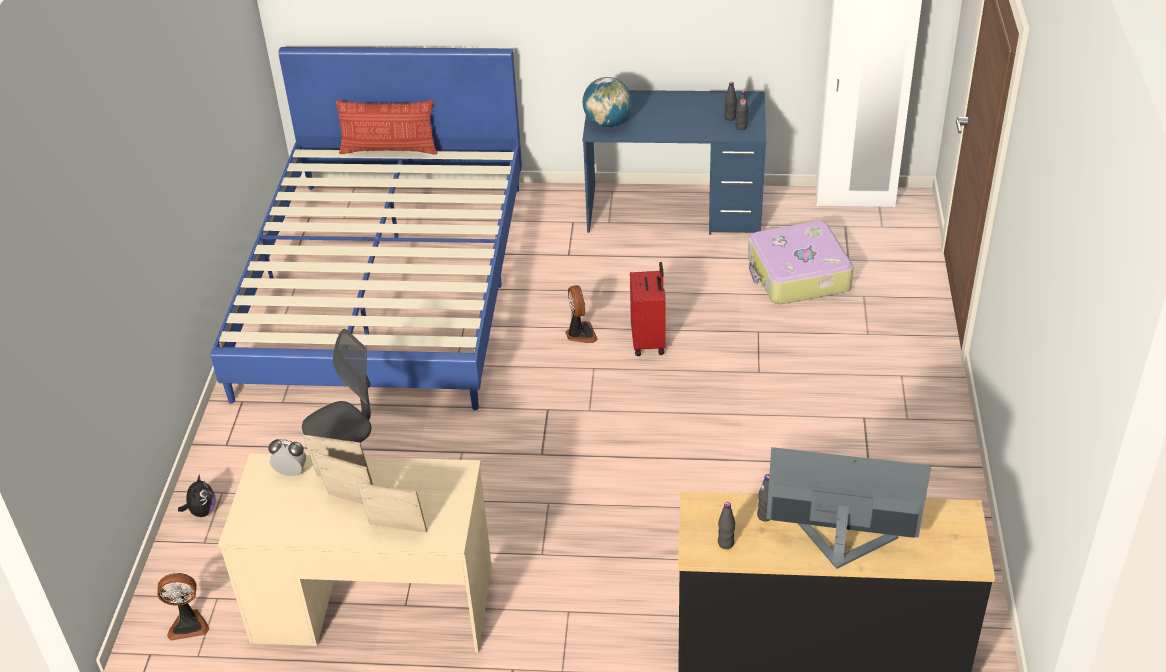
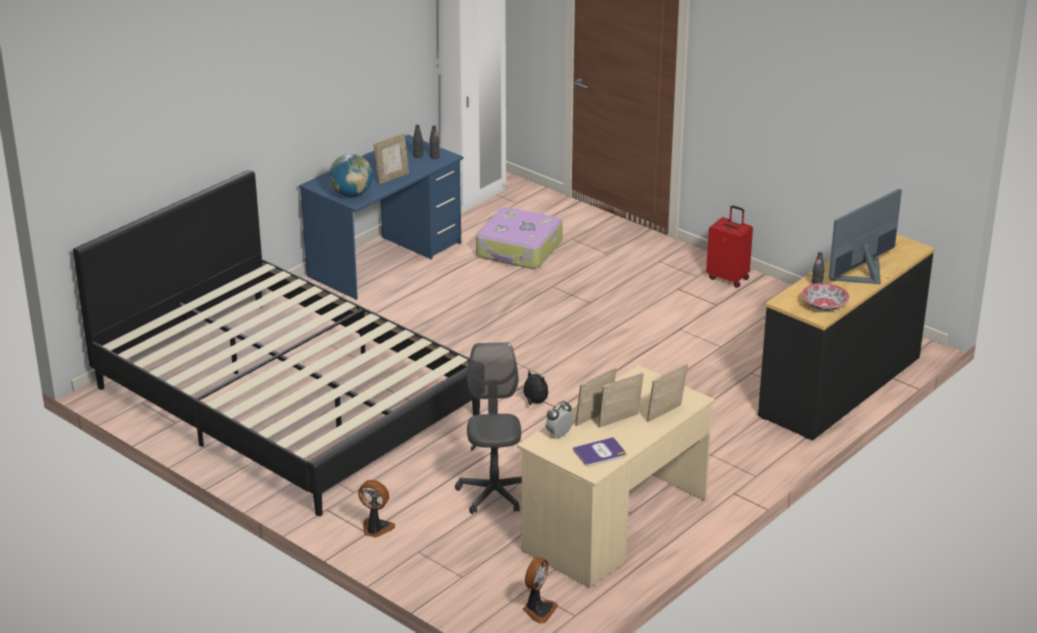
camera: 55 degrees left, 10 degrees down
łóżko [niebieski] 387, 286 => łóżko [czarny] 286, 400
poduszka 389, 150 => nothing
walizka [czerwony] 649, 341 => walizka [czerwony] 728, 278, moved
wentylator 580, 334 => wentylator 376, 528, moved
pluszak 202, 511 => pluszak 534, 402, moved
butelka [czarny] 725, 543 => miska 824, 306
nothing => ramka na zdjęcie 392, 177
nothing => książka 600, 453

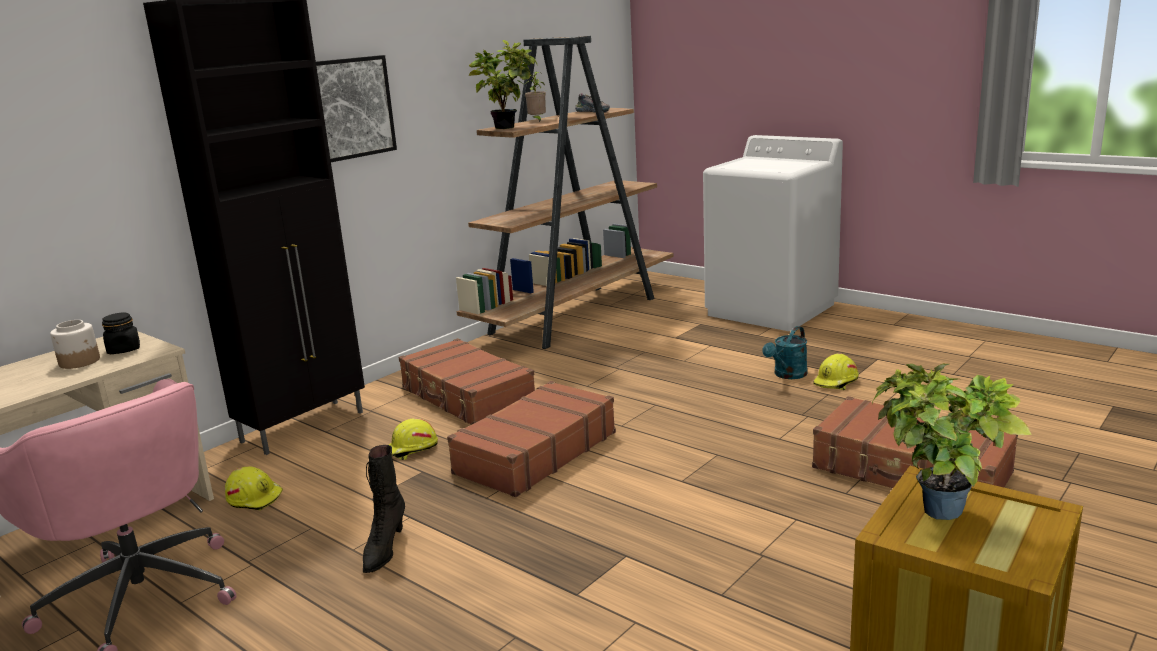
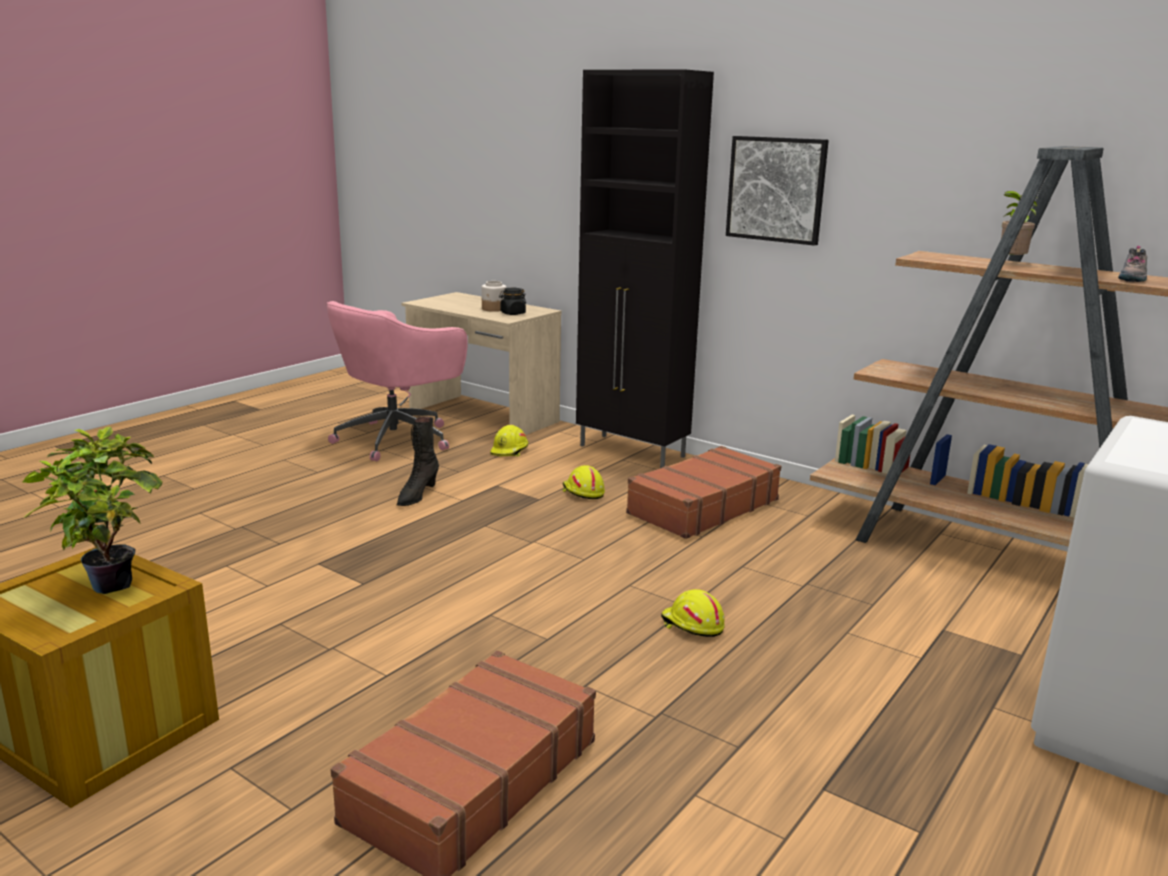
camera: 85 degrees right, 0 degrees up
roślina doniczkowa 509, 128 => nothing
konewka [turkusowy] 787, 375 => nothing
kask [żółty] 836, 382 => kask [żółty] 692, 625, moved
walizka [brązowy] 535, 453 => nothing
but z cholewką [czarny] 384, 549 => but z cholewką [czarny] 417, 496, 75 degrees counterclockwise

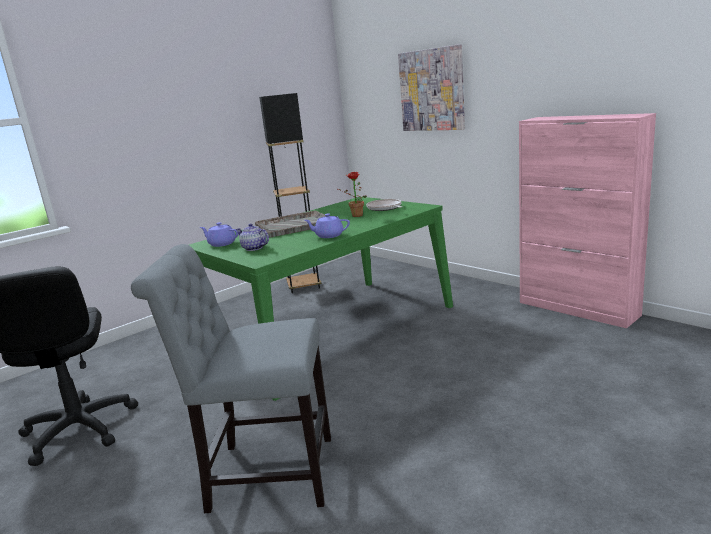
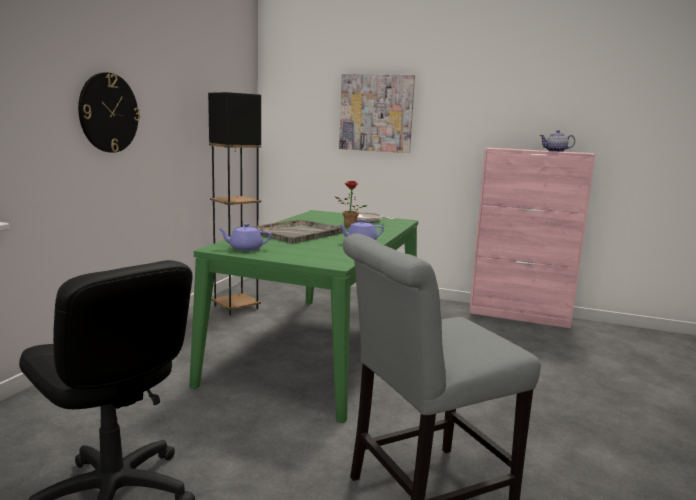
camera: 30 degrees left, 5 degrees down
imbryk 253, 248 => imbryk 555, 151, moved
nothing => zegar ścienny 108, 113

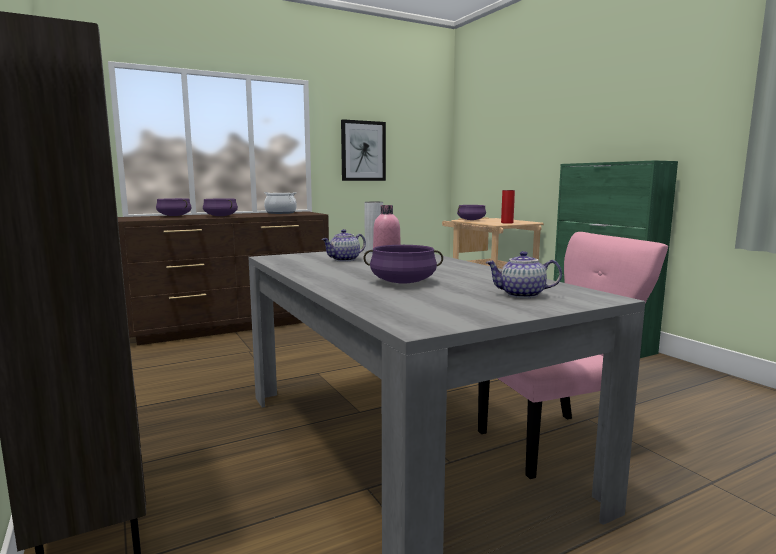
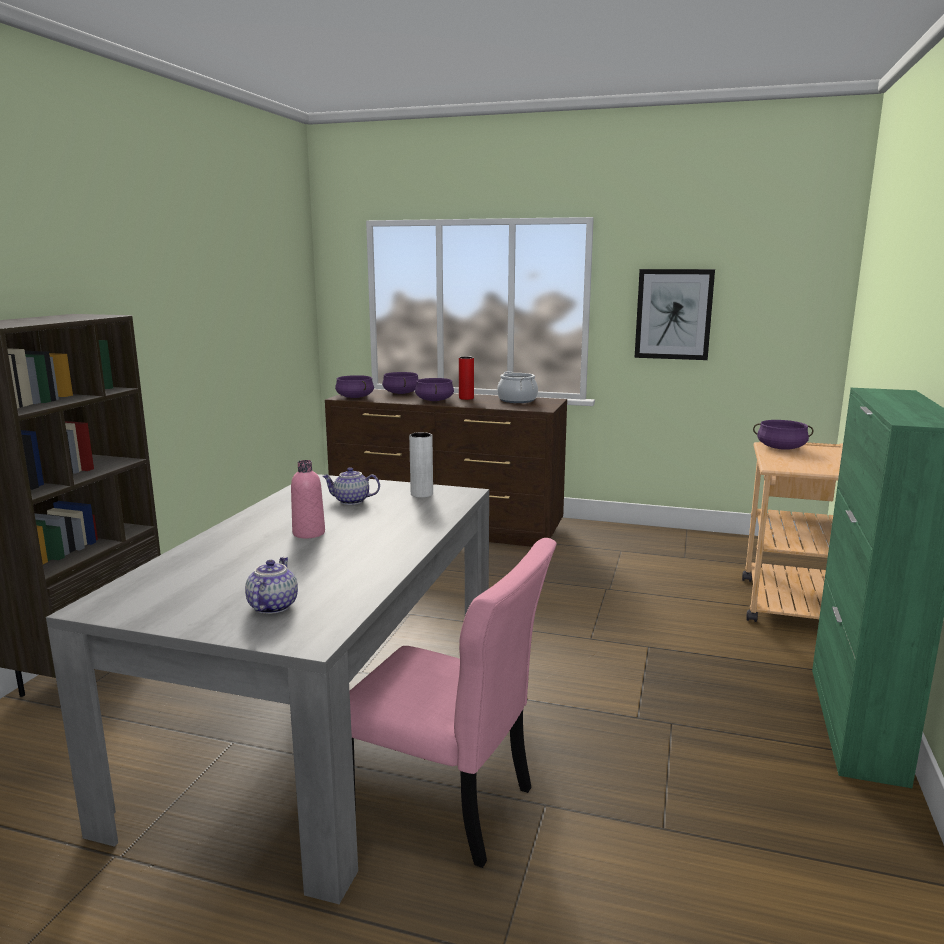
camera: 45 degrees right, 5 degrees up
wazon [czerwony] 507, 223 => wazon [czerwony] 466, 398, moved
garnek [fioletowy] 402, 282 => garnek [fioletowy] 354, 397, moved
imbryk 521, 295 => imbryk 272, 606, 45 degrees clockwise

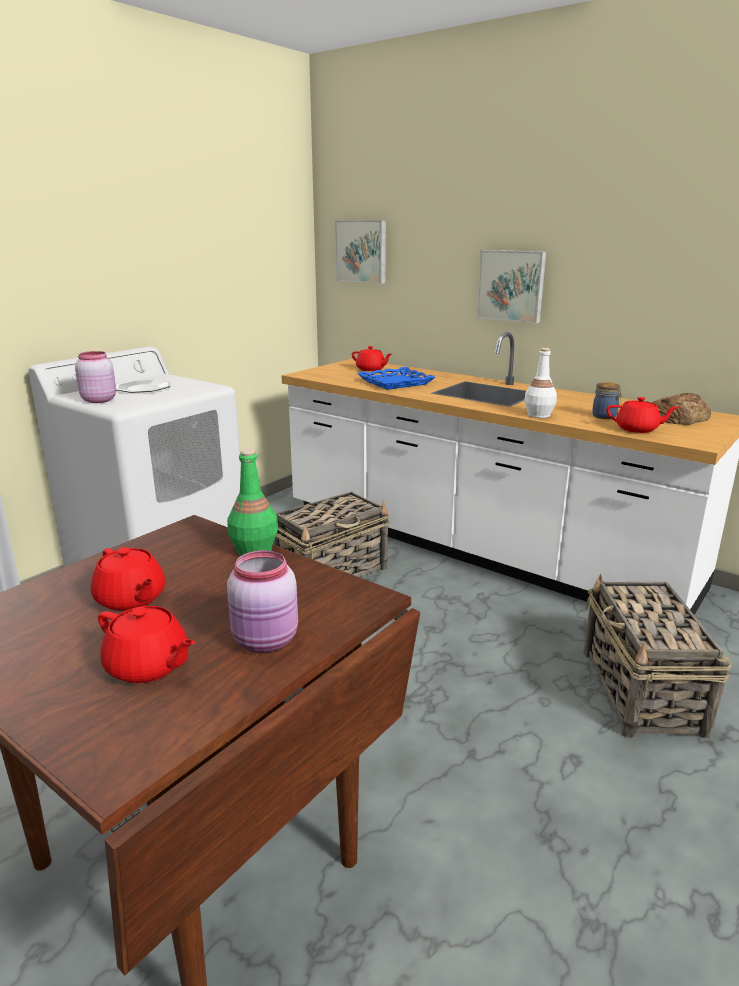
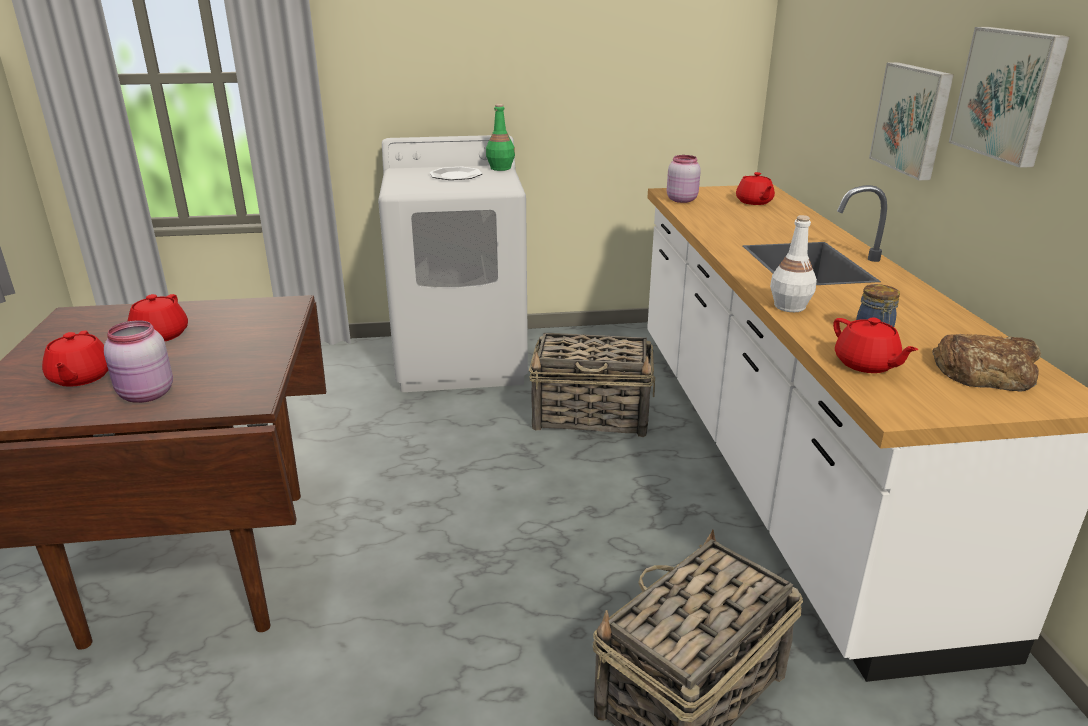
camera: 45 degrees right, 5 degrees up
obraz 362, 251 => obraz 1010, 94, moved
słoik [różowy] 98, 400 => słoik [różowy] 681, 199, moved
taca [niebieski] 395, 382 => nothing
butelka [zielony] 254, 550 => butelka [zielony] 500, 168, moved

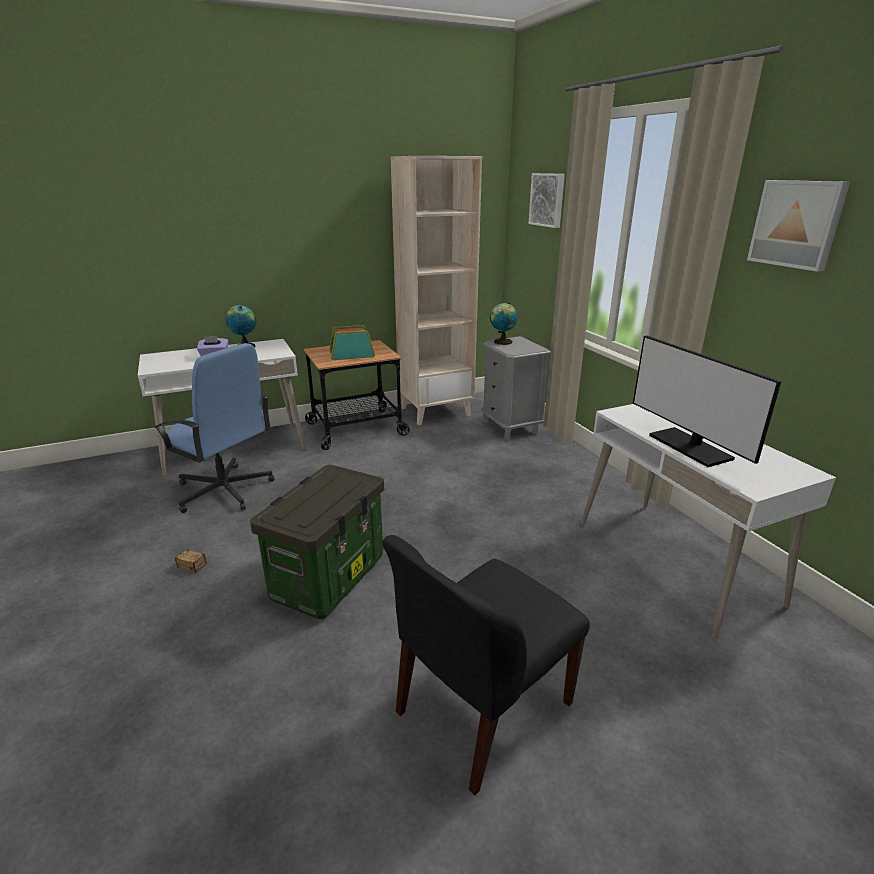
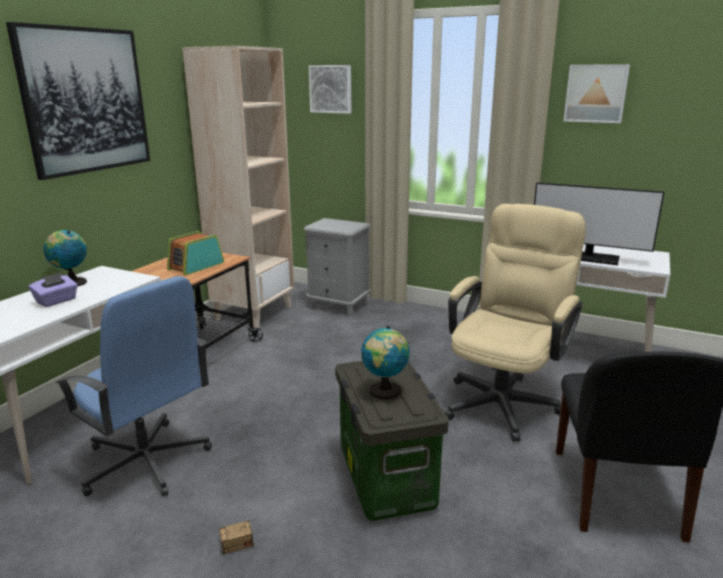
camera: 40 degrees left, 5 degrees down
globus 502, 342 => globus 385, 392, moved
krzesło biurowe [niebieski] 224, 491 => krzesło biurowe [niebieski] 146, 462, 45 degrees clockwise
nothing => obraz 85, 101
nothing => krzesło biurowe [beżowy] 504, 399

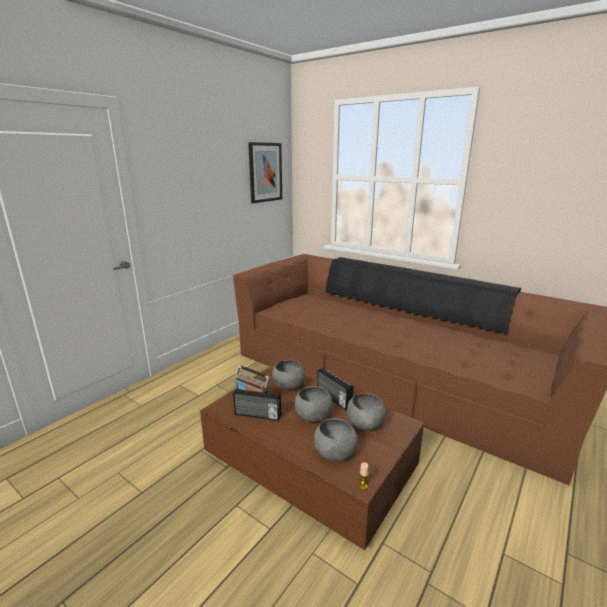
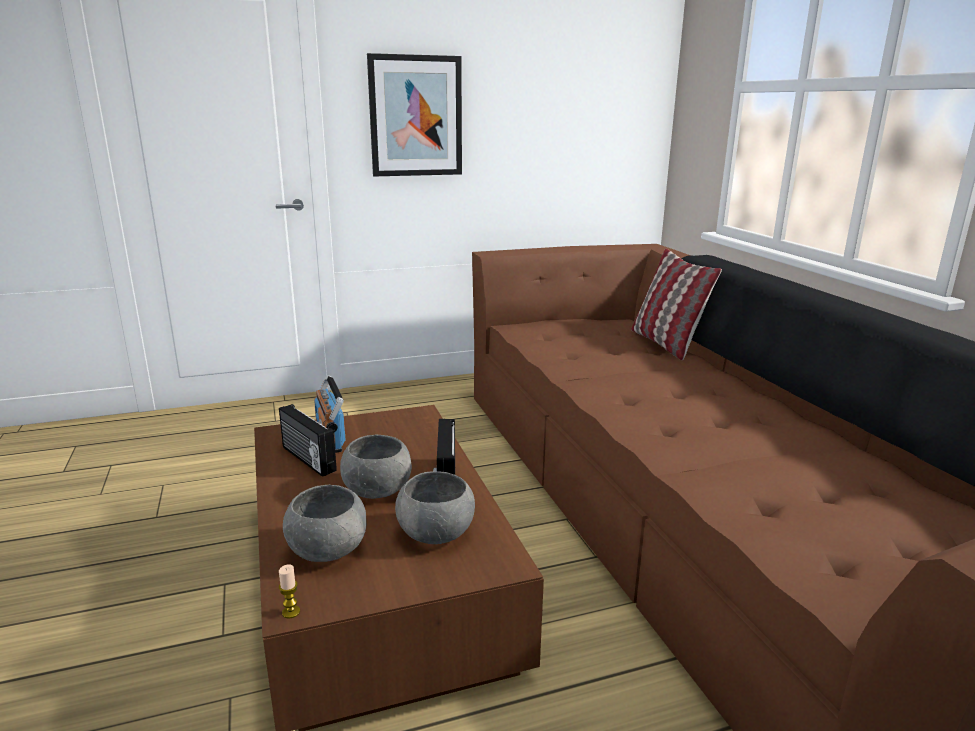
camera: 35 degrees right, 0 degrees up
obraz 265, 172 => obraz 416, 116, moved
miska [szary] 289, 385 => nothing
nothing => poduszka 666, 343

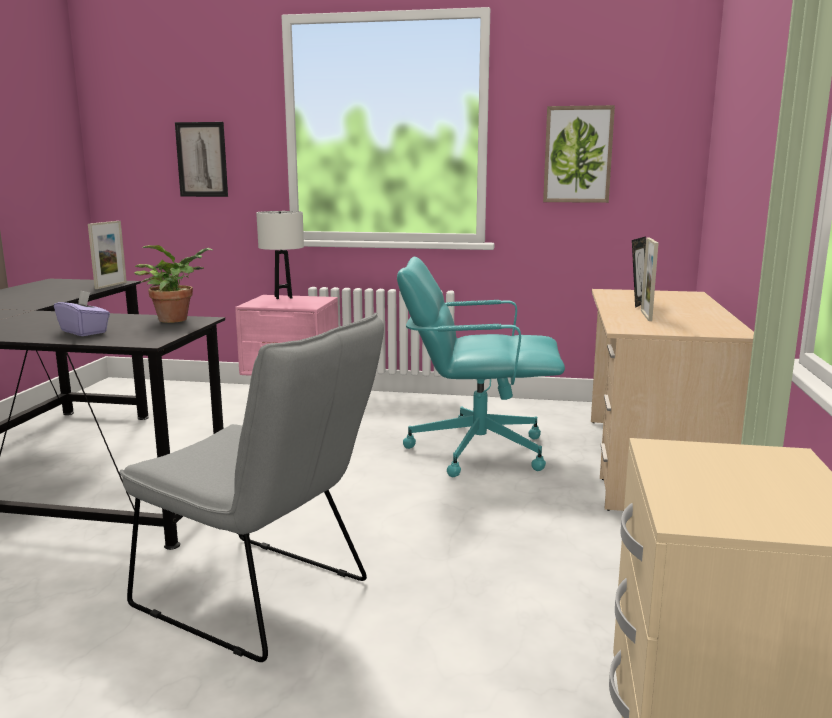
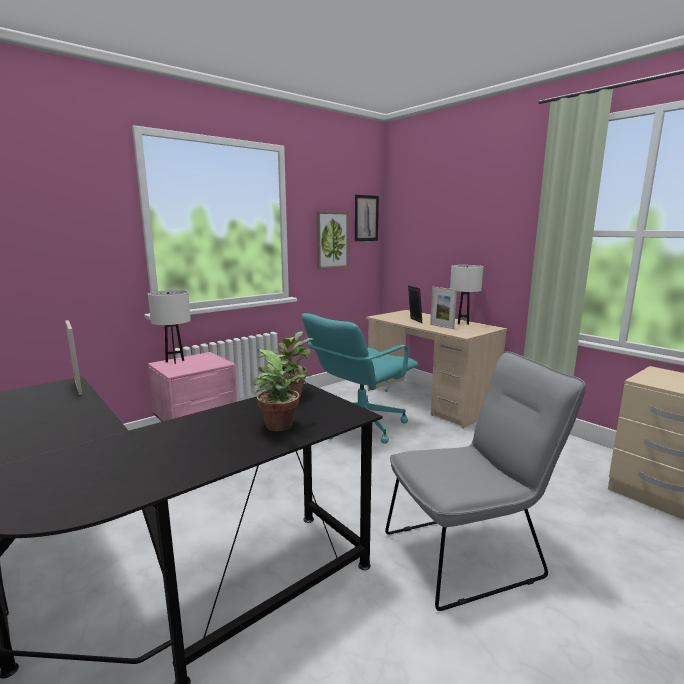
camera: 50 degrees left, 0 degrees up
obraz 202, 159 => obraz 366, 218, moved
pudełko chusteczek [fioletowy] 84, 332 => roślina doniczkowa 281, 426
nothing => lampa stołowa [biały] 463, 323

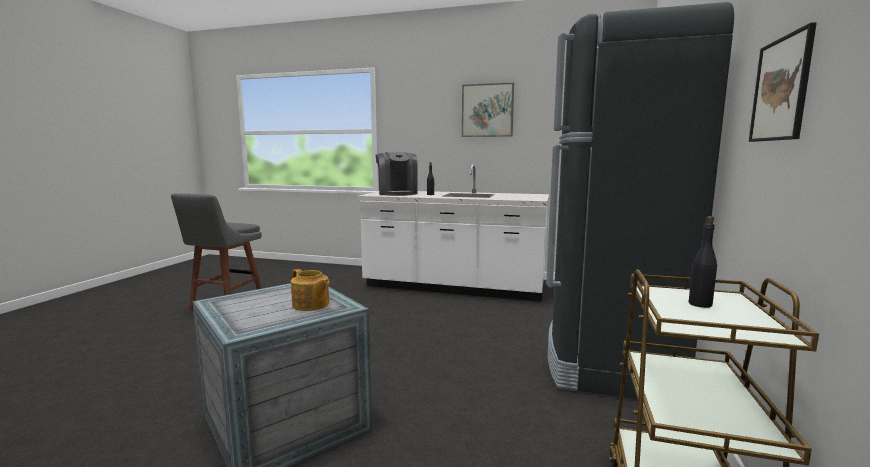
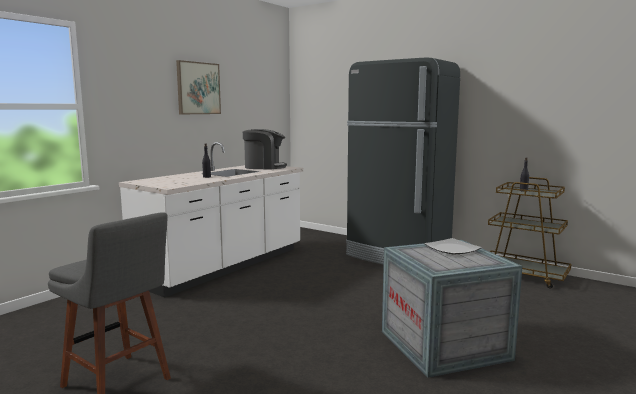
camera: 70 degrees left, 0 degrees up
obraz 781, 89 => nothing
ekspres do kawy 397, 193 => ekspres do kawy 264, 167, moved
imbryk 311, 305 => talerz 452, 249

